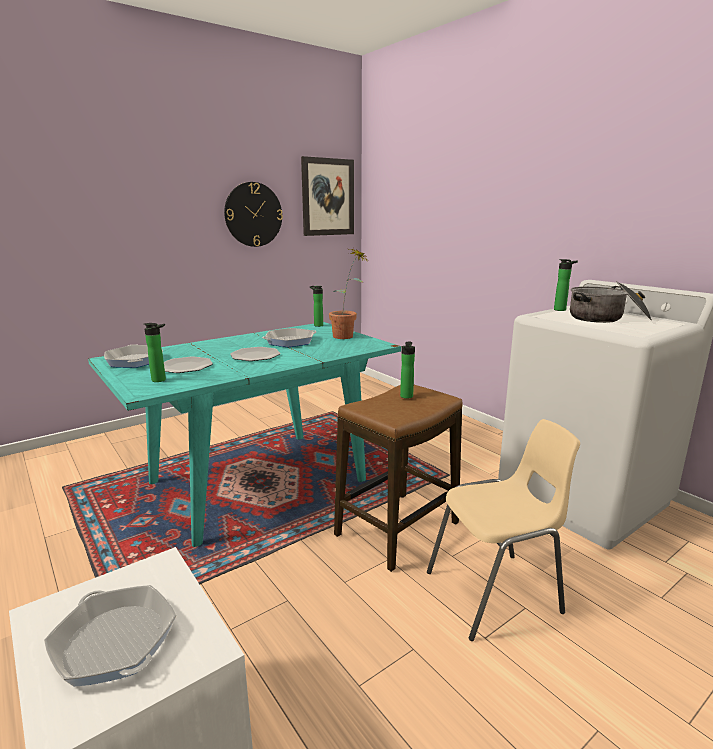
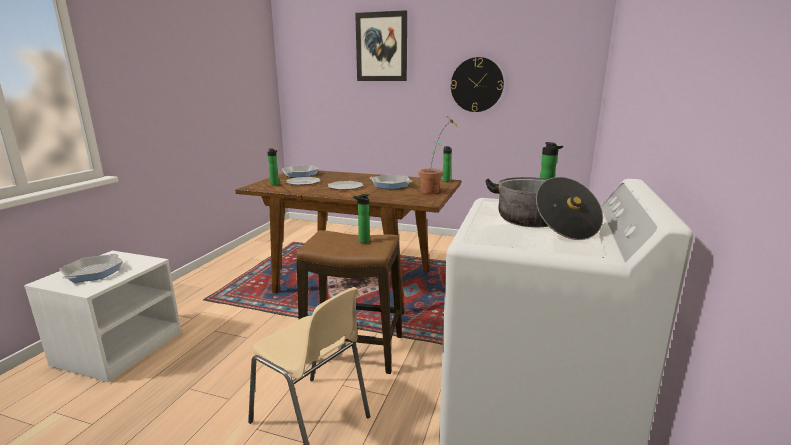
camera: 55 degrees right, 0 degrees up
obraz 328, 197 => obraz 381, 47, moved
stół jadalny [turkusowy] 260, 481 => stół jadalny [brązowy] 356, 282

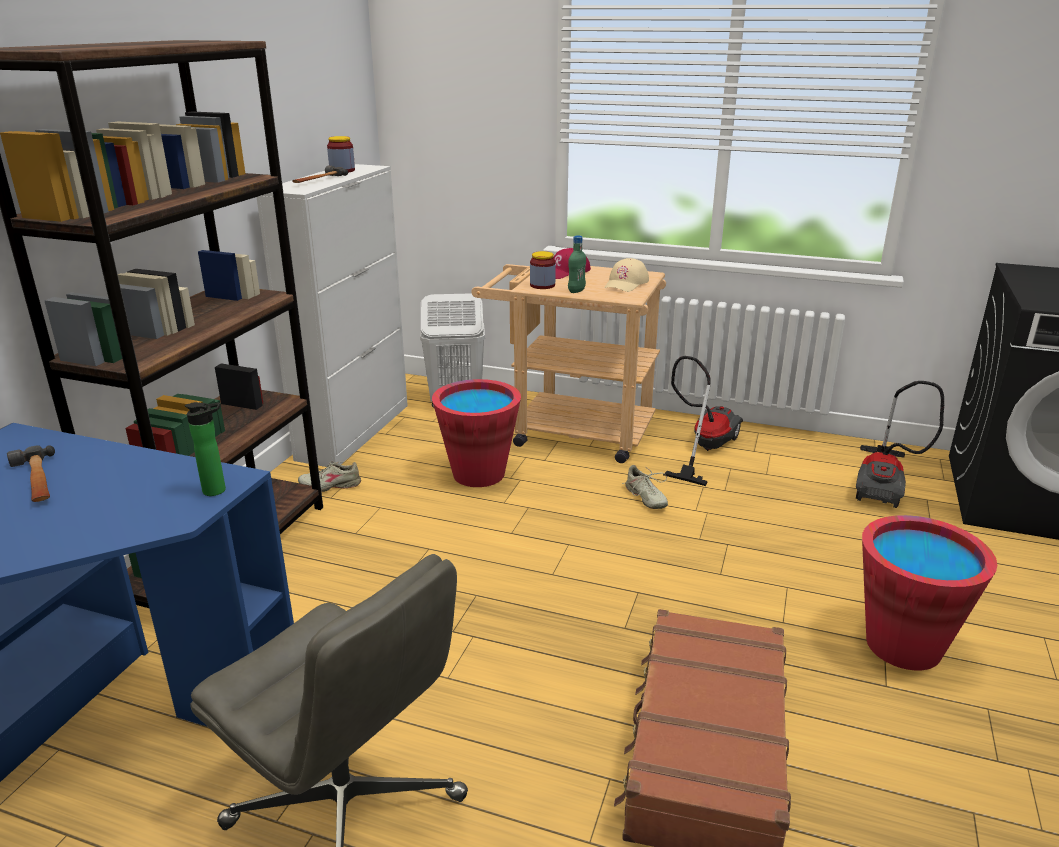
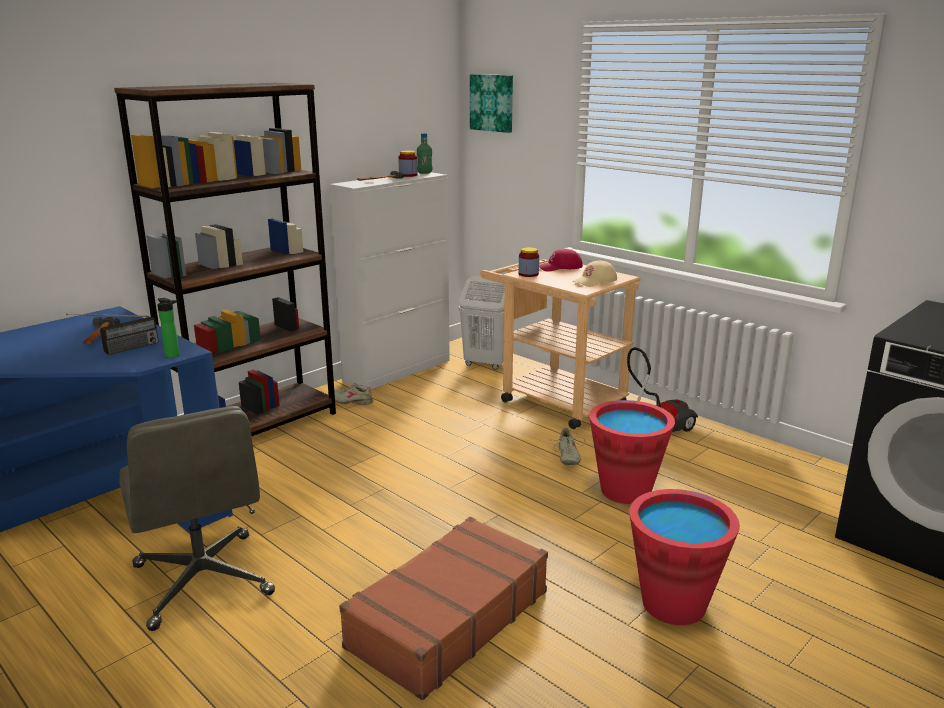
camera: 25 degrees right, 5 degrees down
butelka [zielony] 576, 291 => butelka [zielony] 424, 173, moved
wiadro [czerwony] 478, 474 => wiadro [czerwony] 625, 491, moved
odkurzacz 884, 484 => nothing
nothing => obraz 492, 103
nothing => radio 118, 351

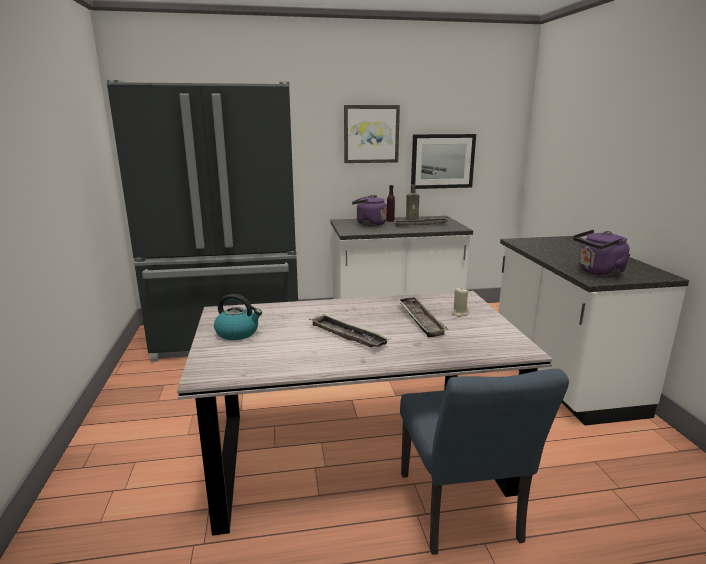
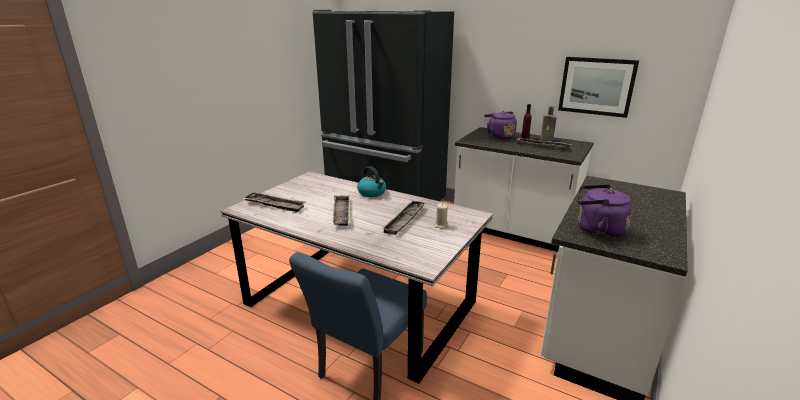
camera: 40 degrees right, 5 degrees up
obraz 371, 134 => nothing
czajnik 238, 333 => czajnik 372, 193, moved
nothing => taca 274, 205

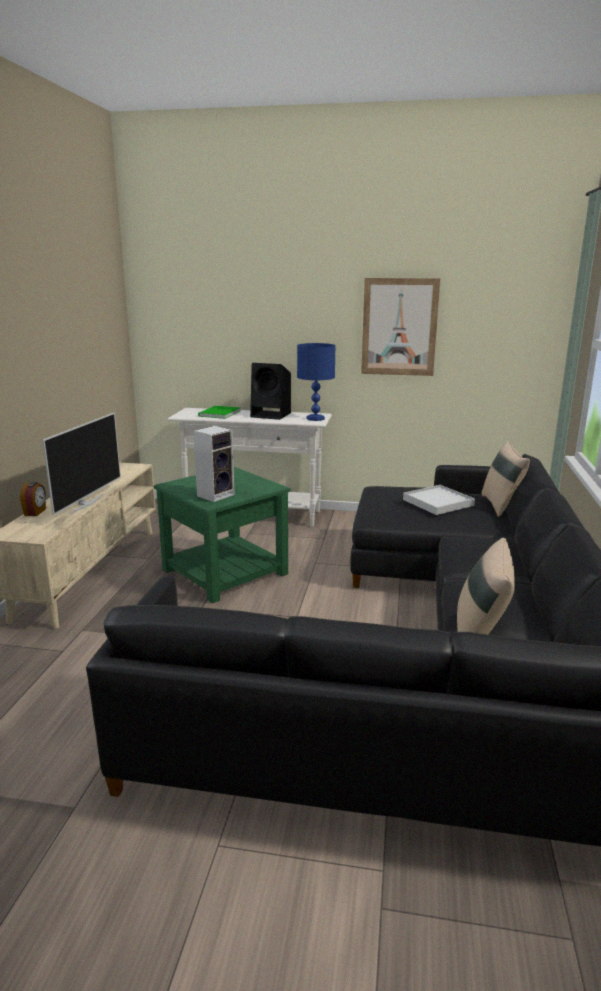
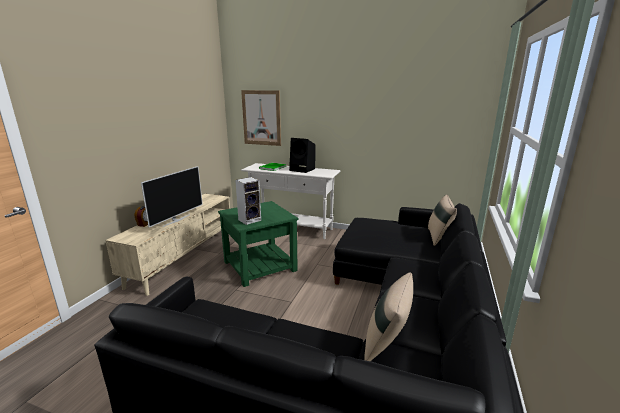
camera: 10 degrees right, 0 degrees up
obraz 399, 327 => obraz 261, 118, moved
lampa stołowa [niebieski] 315, 419 => nothing
taca [biały] 438, 502 => nothing

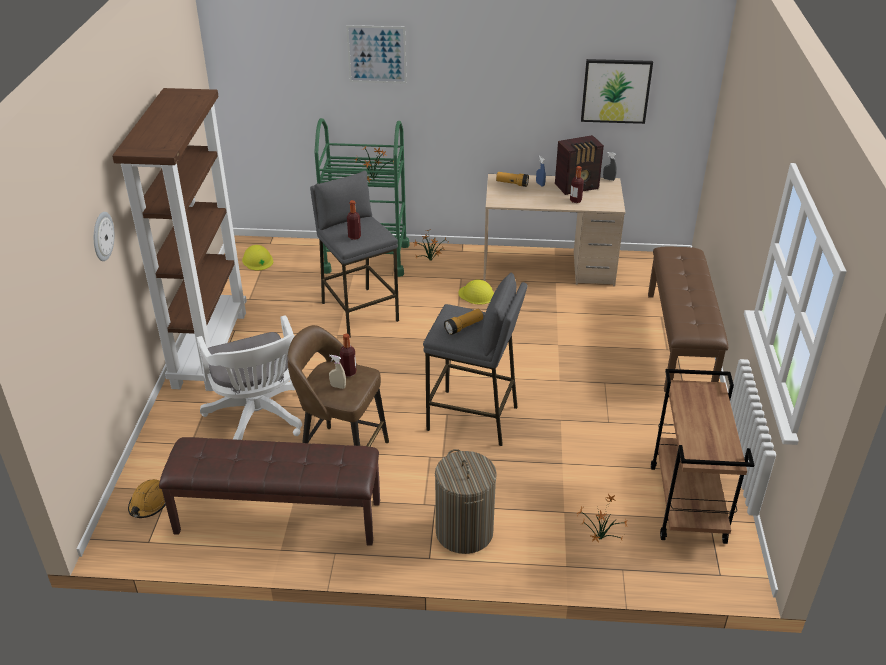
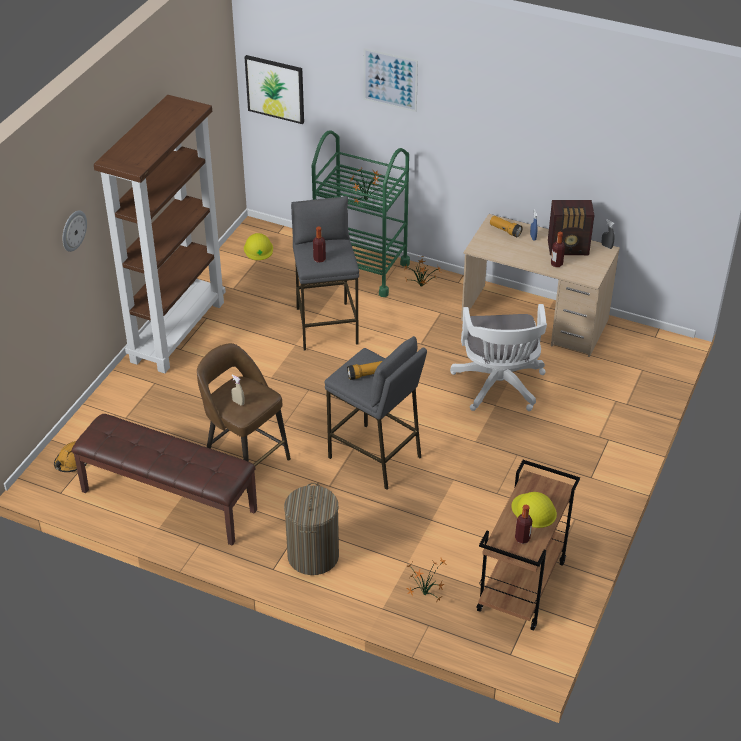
camera: 20 degrees right, 5 degrees up
obraz 616, 91 => obraz 275, 88, moved
ławka [brązowy] 680, 341 => nothing
kask [żółty] 476, 294 => kask [żółty] 534, 510, moved
krzesło biurowe [biały] 259, 418 => krzesło biurowe [biały] 499, 387, moved
butelka 349, 372 => butelka 522, 538, moved

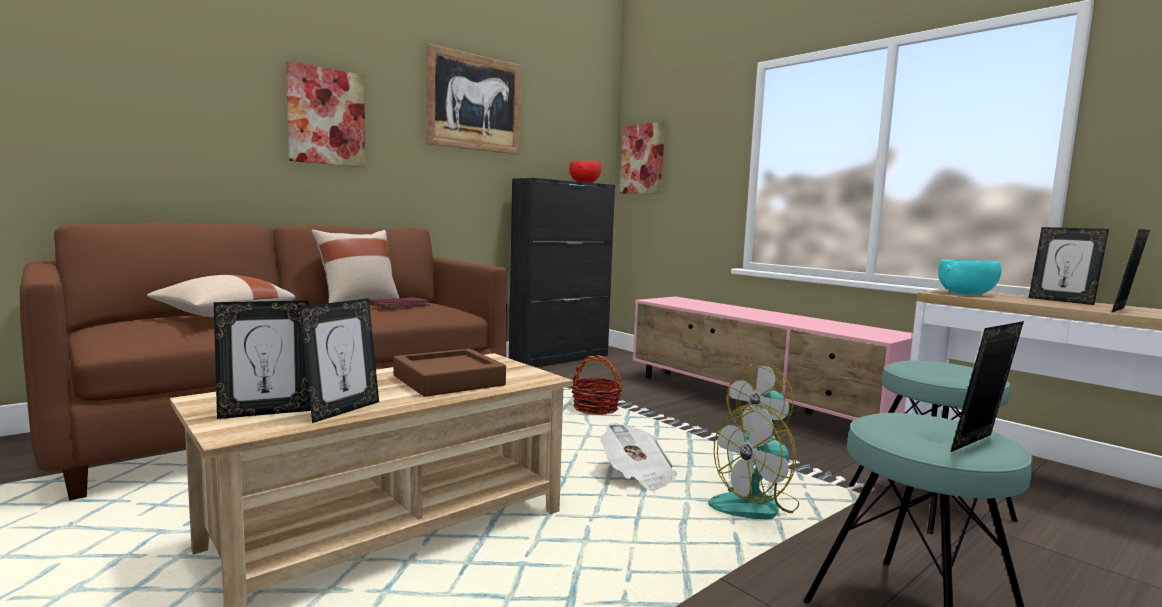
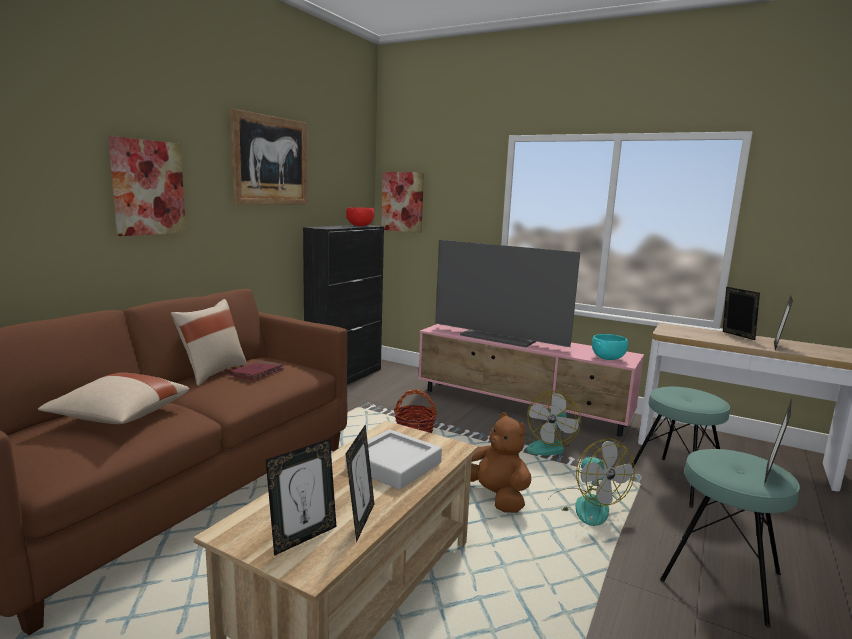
camera: 20 degrees left, 5 degrees up
ramka na zdjęcie 1061, 301 => ramka na zdjęcie 736, 336, 150 degrees counterclockwise
miska [turkusowy] 966, 294 => miska [turkusowy] 608, 358, moved
taca [brązowy] 448, 380 => taca [szary] 394, 465
wentylator 756, 505 => wentylator 584, 506, 60 degrees counterclockwise
gazeta 638, 477 => pluszak [brązowy] 494, 497
nothing => telewizor 500, 337

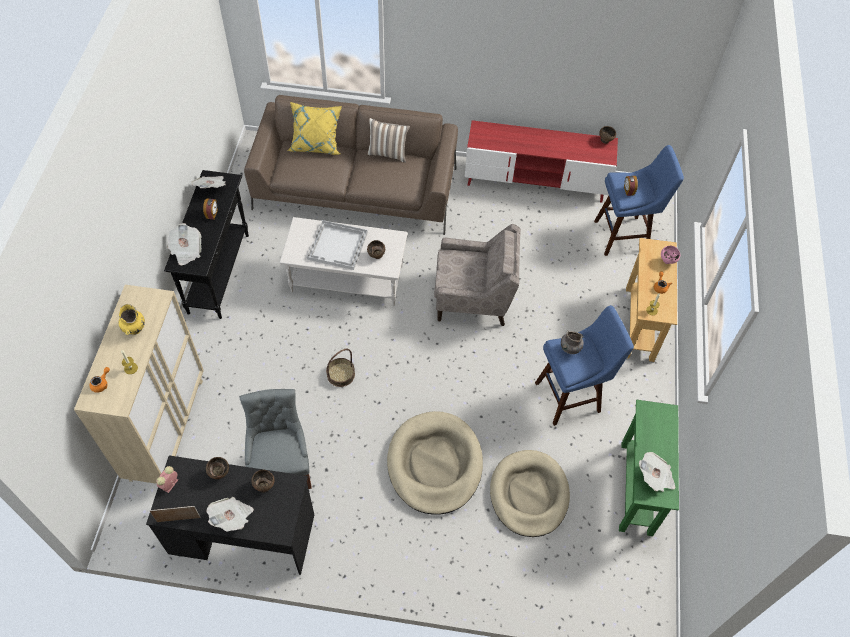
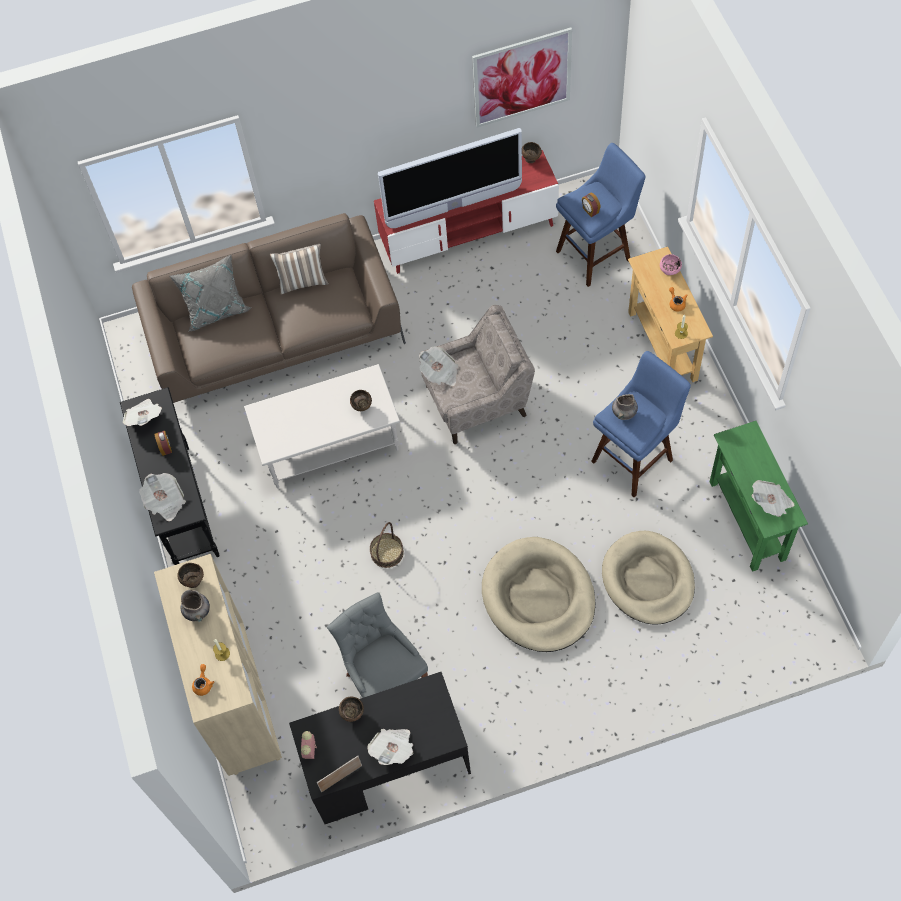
camera: 20 degrees left, 5 degrees up
poduszka [żółty] 316, 144 => poduszka [szary] 215, 308
taca [biały] 338, 246 => nothing
wazon [żółty] 135, 329 => wazon [szary] 198, 613
miska [brązowy] 264, 486 => miska [brązowy] 193, 581, moved
nothing => obraz 522, 77
nothing => telewizor 454, 207
nothing => gazeta 440, 373

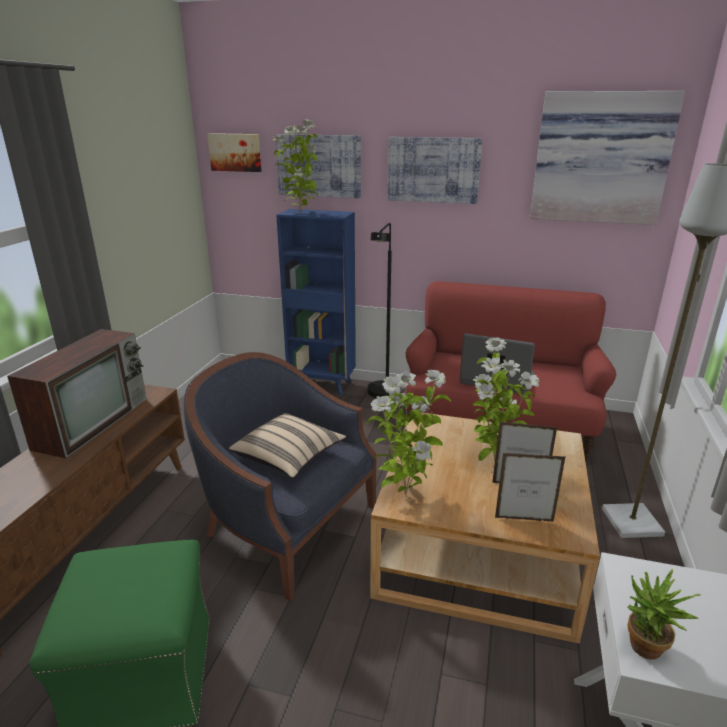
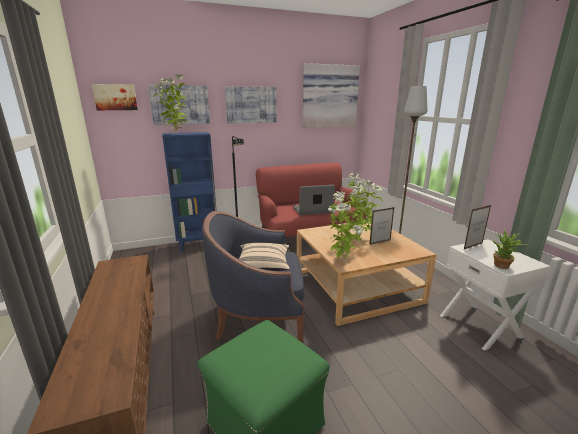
camera: 35 degrees left, 5 degrees down
telewizor 93, 421 => nothing
ramka na zdjęcie 524, 519 => ramka na zdjęcie 473, 246, moved

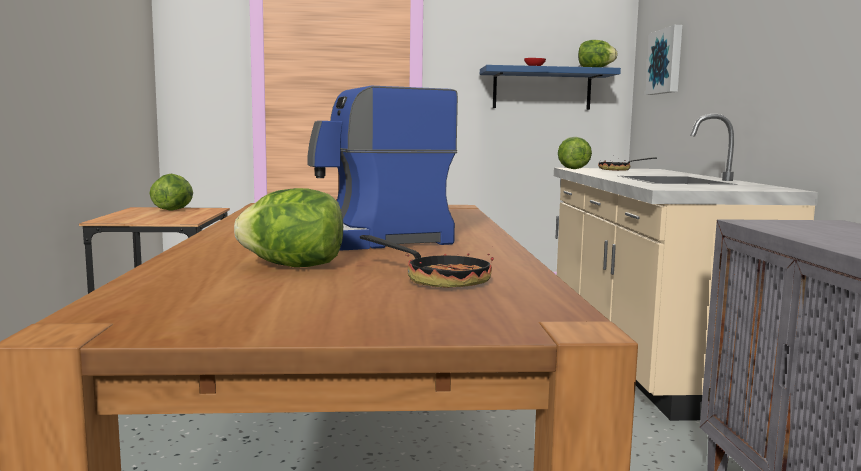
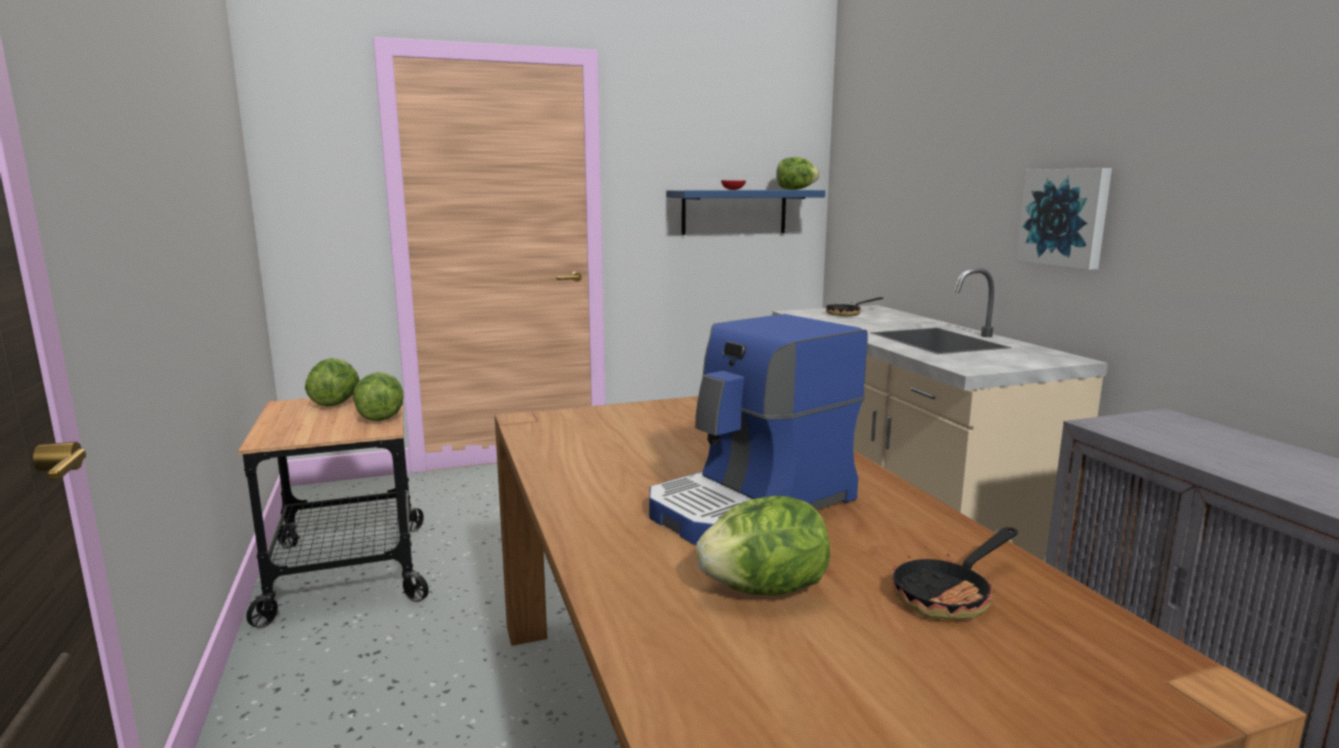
camera: 15 degrees left, 5 degrees up
obraz 666, 61 => obraz 1065, 217, moved
sałata 572, 169 => sałata 380, 417, moved
patelnia 437, 279 => patelnia 950, 595, 120 degrees clockwise

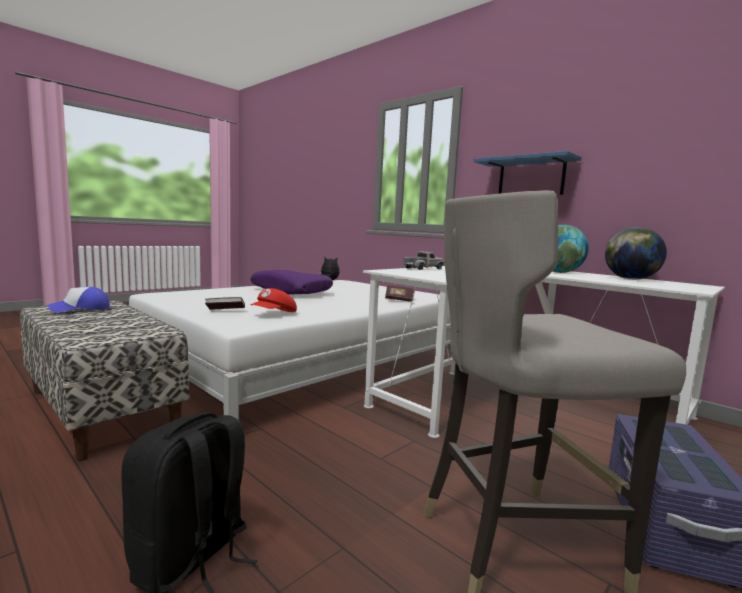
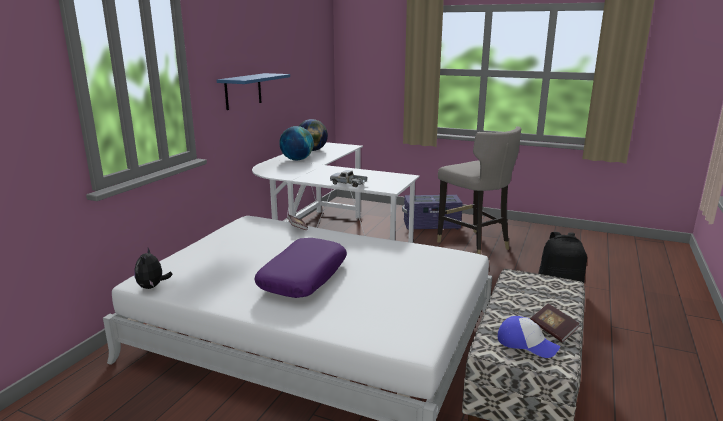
camera: 110 degrees left, 10 degrees up
czapka z daszkiem [czerwony] 274, 314 => nothing
książka 225, 311 => książka 553, 330, moved

